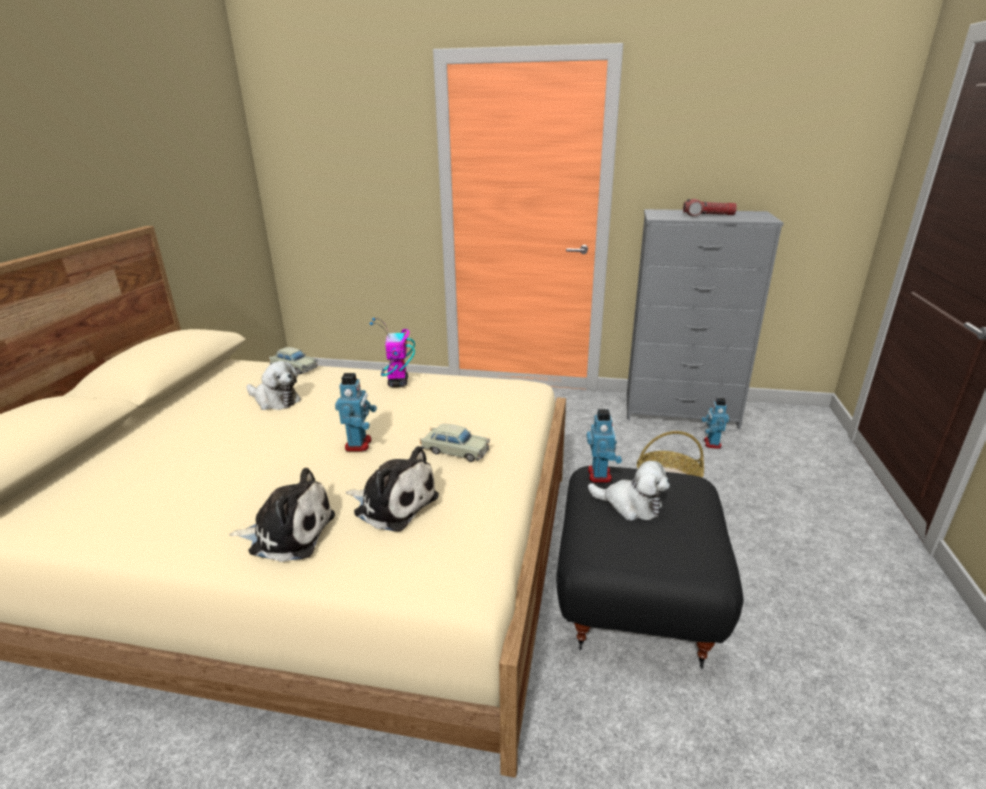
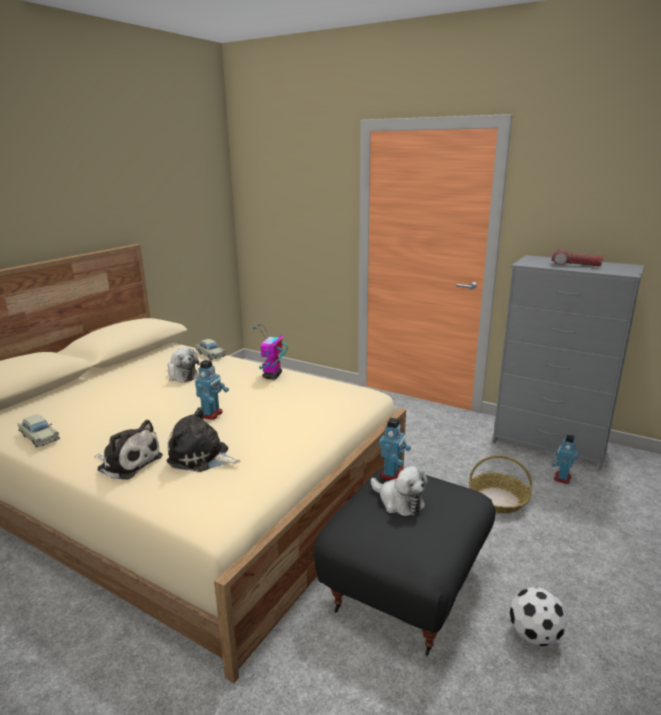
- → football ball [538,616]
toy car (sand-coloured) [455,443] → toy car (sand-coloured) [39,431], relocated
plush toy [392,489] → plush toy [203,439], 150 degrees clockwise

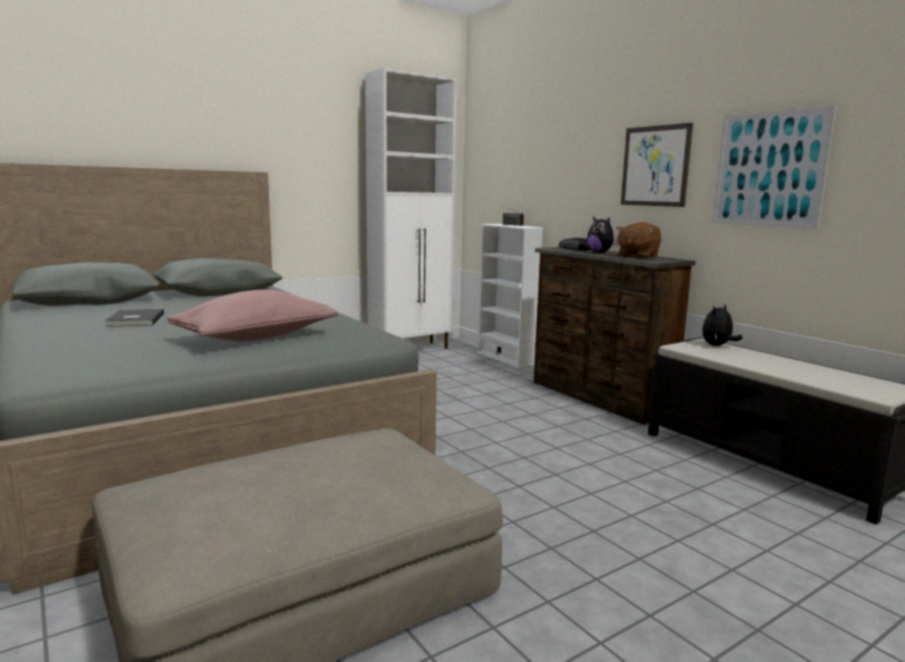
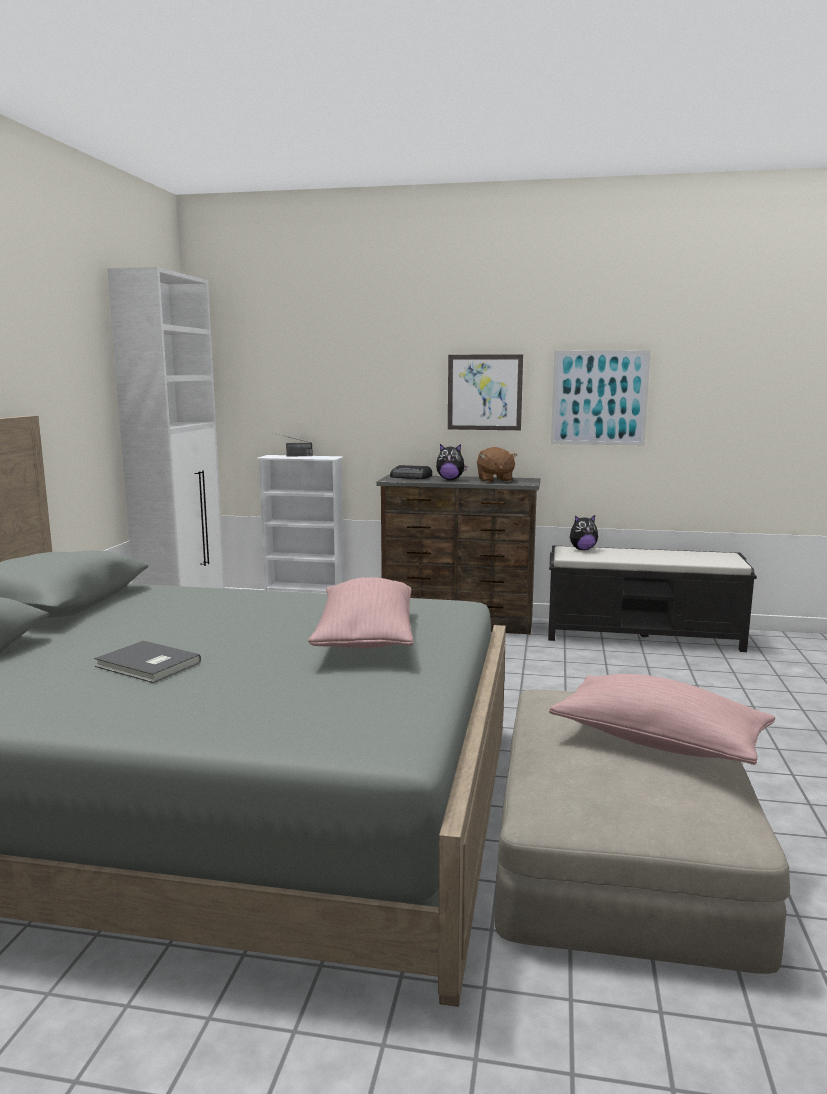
- → pillow (pink-coloured) [662,719]
plush toy [722,324] → plush toy [584,532], 105 degrees counterclockwise

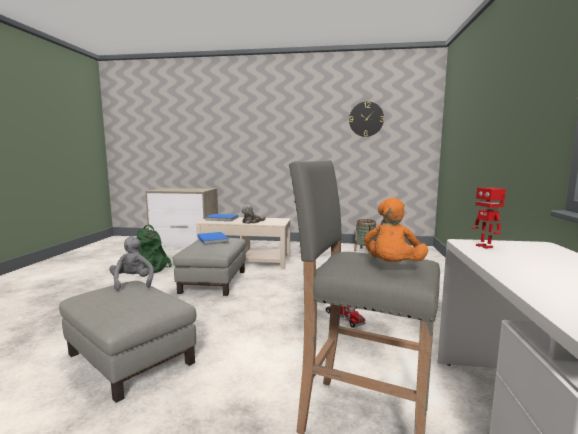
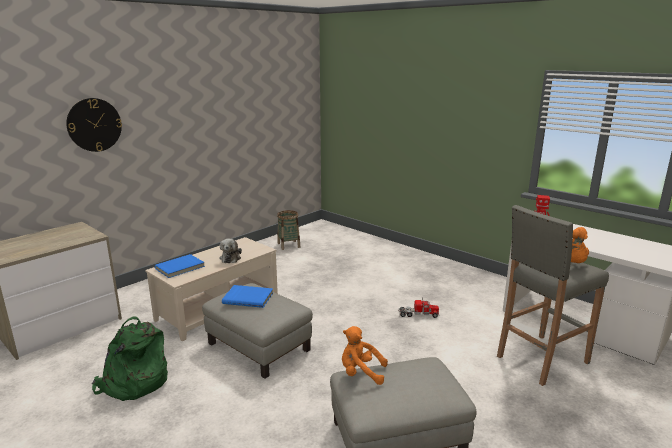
clock on the wall [366,119] → clock on the wall [94,125], relocated
plush toy (gray) [131,263] → plush toy (orangey) [365,355]

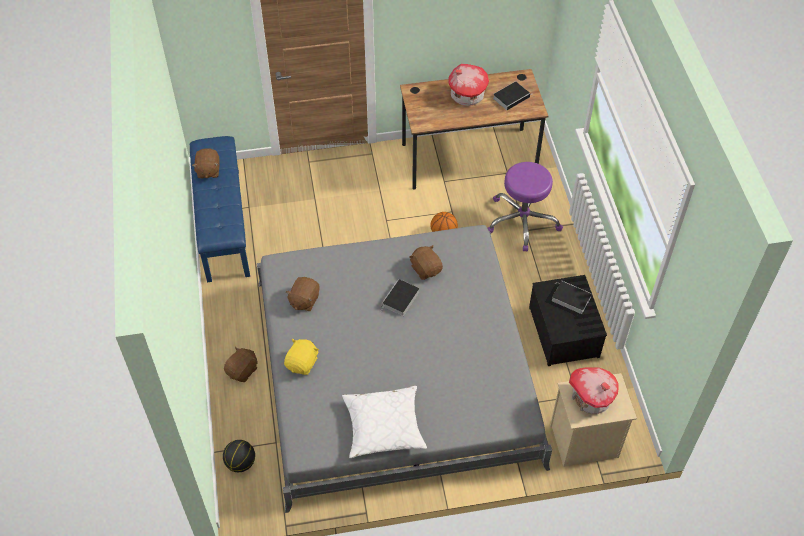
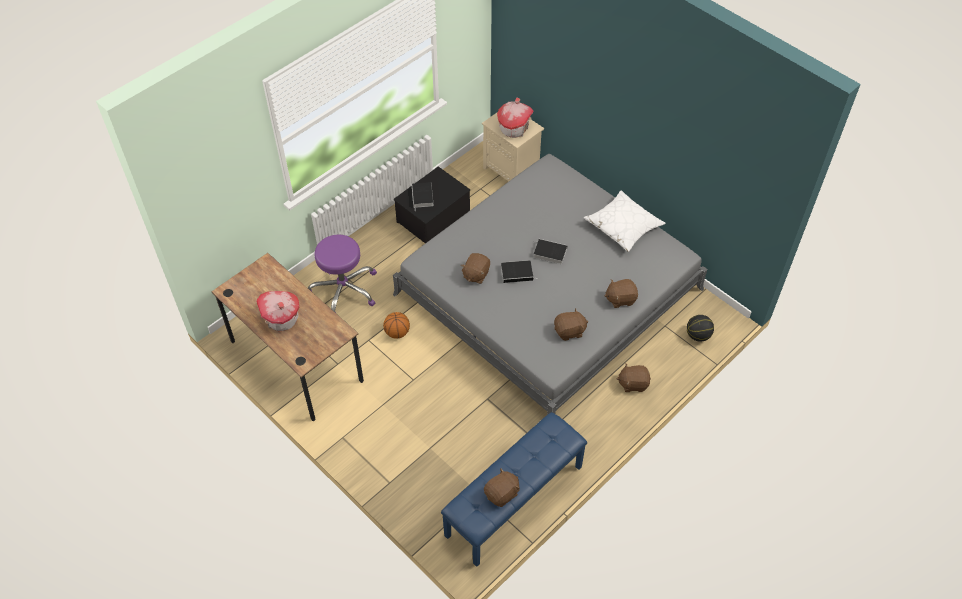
book [513,95] → book [550,251], relocated
plush toy (yellow) [301,357] → plush toy (brown-coloured) [621,293]

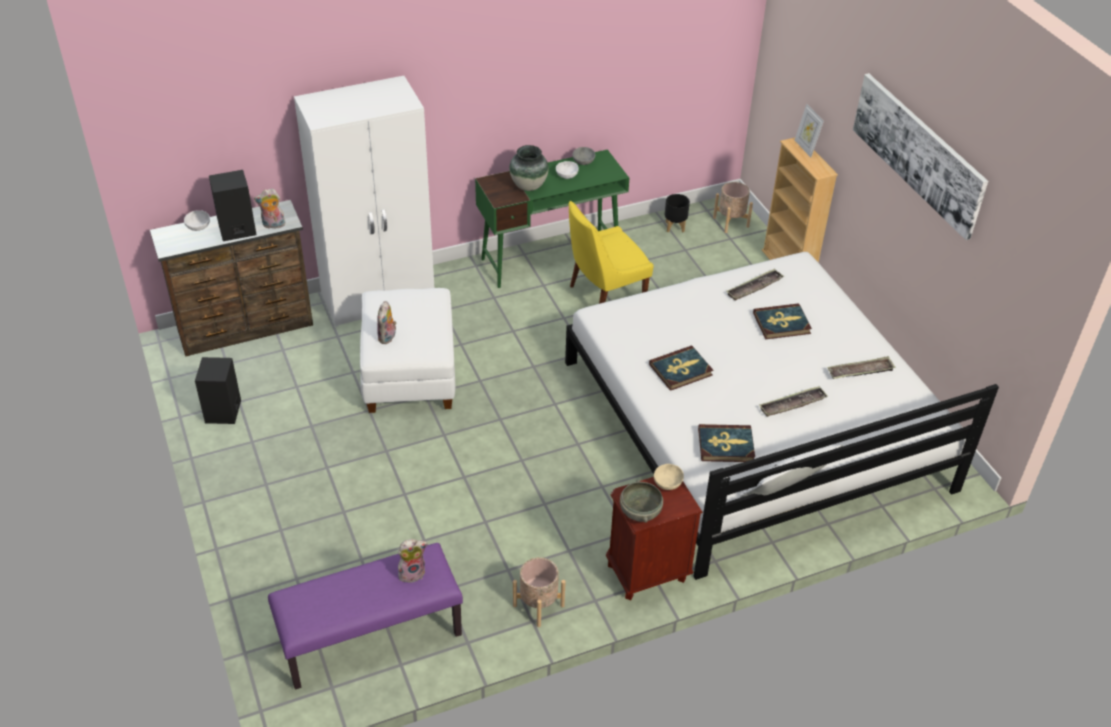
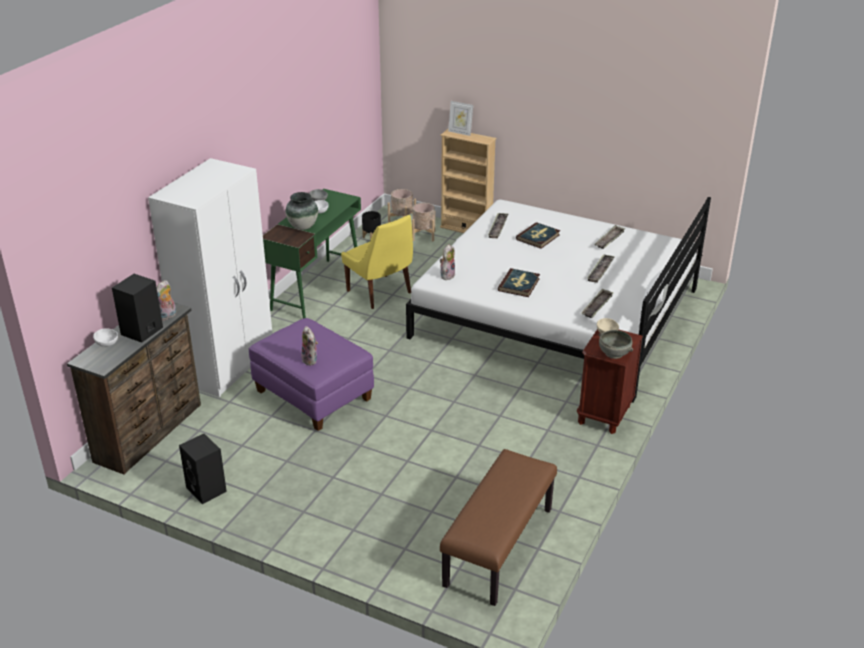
wall picture [920,156] → -
plush toy [413,560] → plush toy [447,262], relocated
flower pot (sand-coloured) [539,592] → flower pot (sand-coloured) [423,222], relocated
book [726,443] → carrying tray [597,303]
long seat (purple-coloured) [365,616] → long seat (brown-coloured) [498,527]
pouffe (white-coloured) [407,350] → pouffe (purple-coloured) [311,374]
chair (yellow) [611,252] → chair (yellow) [377,262], 60 degrees counterclockwise

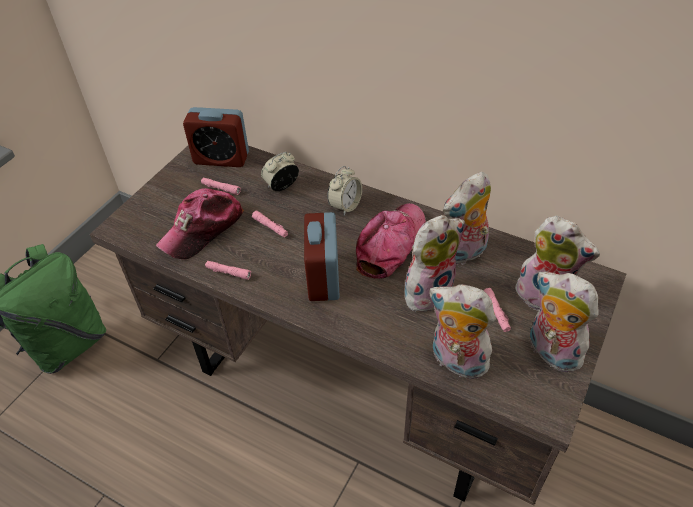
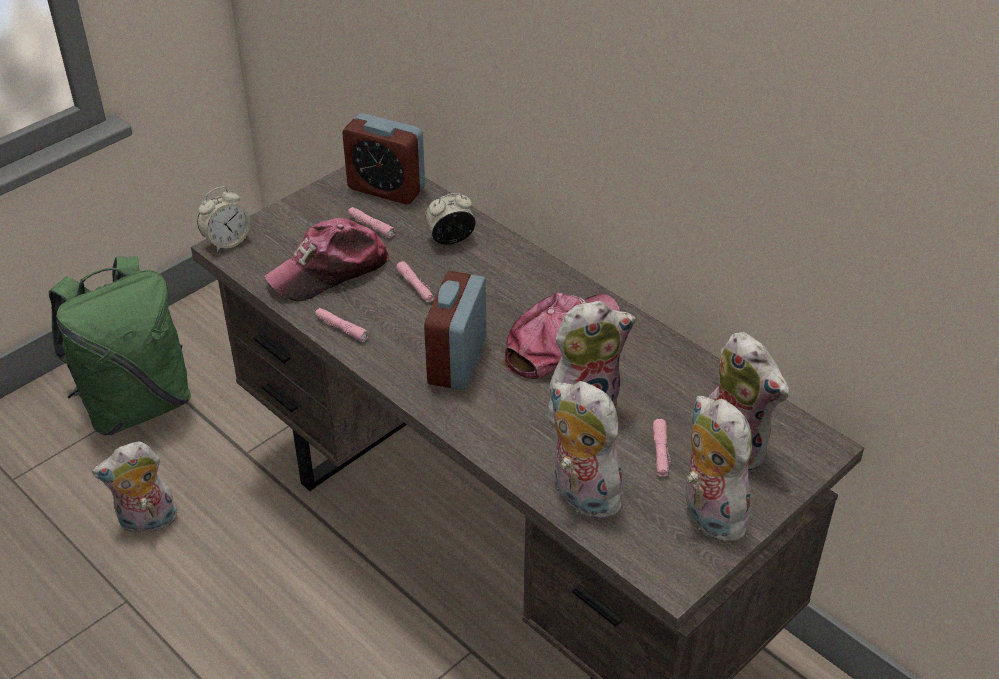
table clock [344,190] → table clock [223,219], relocated
plush toy [467,218] → plush toy [135,488], relocated

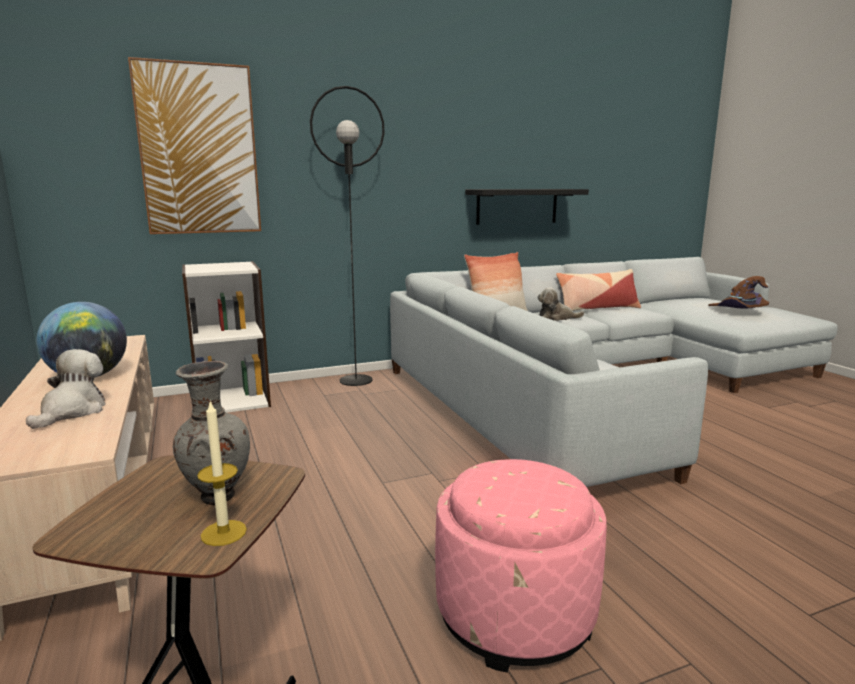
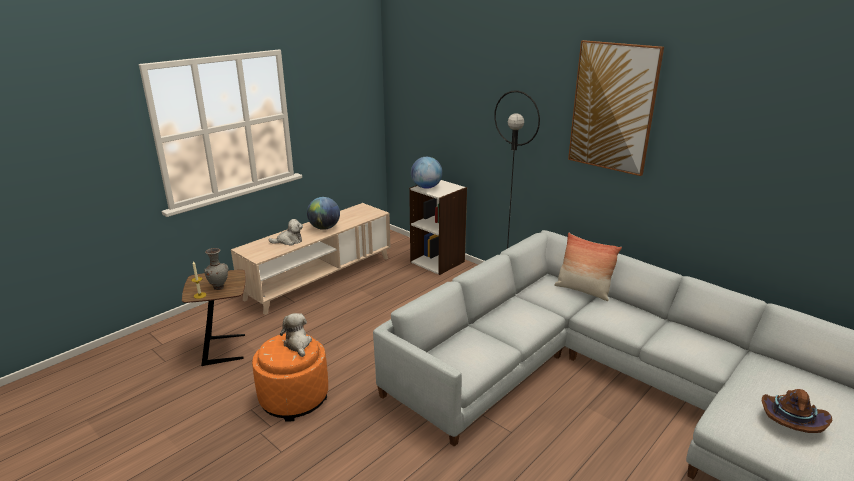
wall shelf (black) [527,207] → -
pillow [598,290] → -
- → world globe [427,173]
wall picture [194,145] → wall picture [616,108], relocated
plush toy [560,304] → plush toy [296,335], relocated
pouffe (pink-coloured) [521,566] → pouffe (orangey) [290,377]

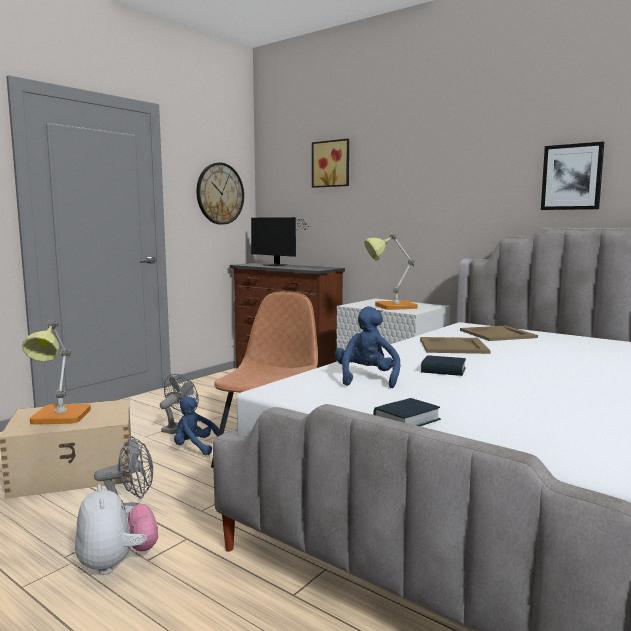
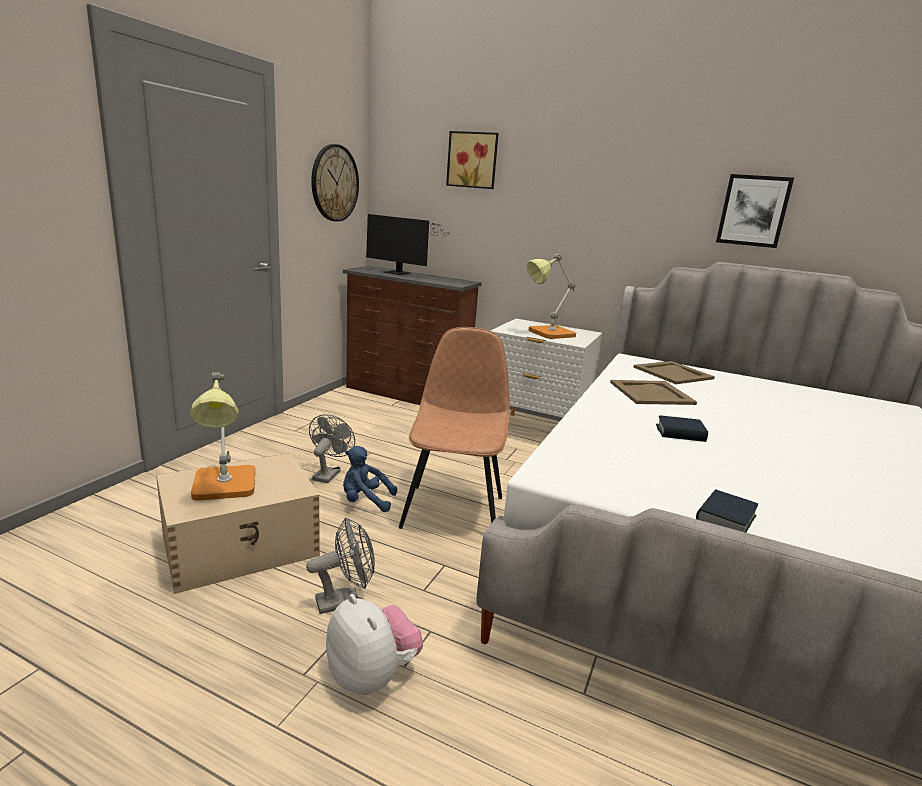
plush toy (blue-coloured) [367,347] → -

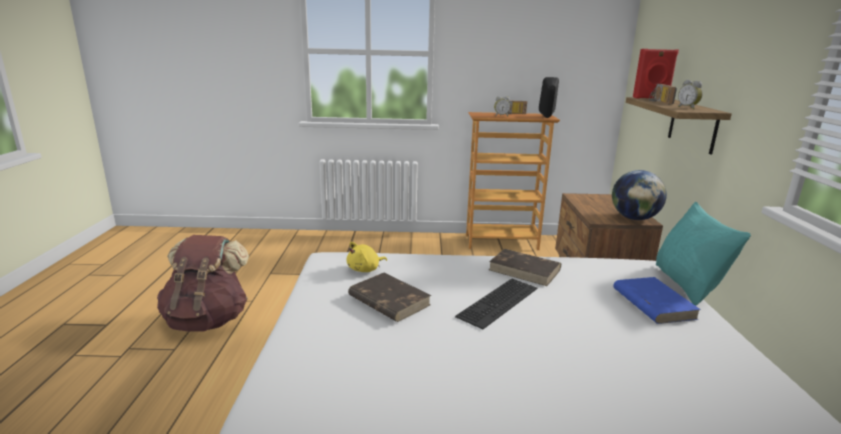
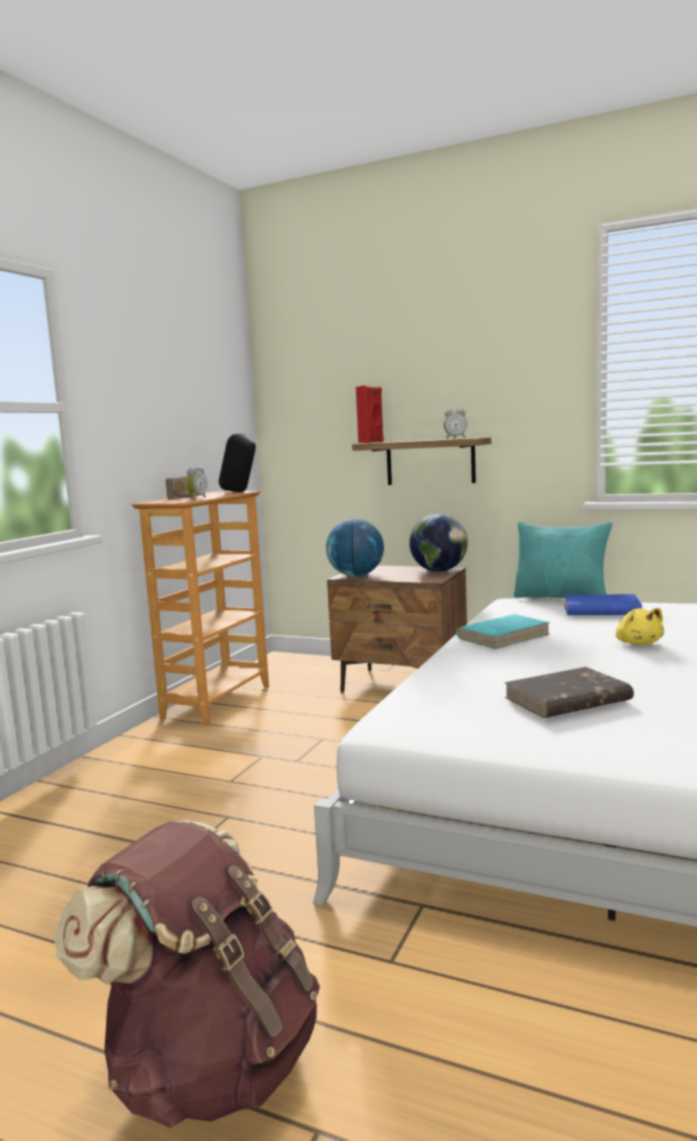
computer keyboard [496,303] → -
radio [663,94] → -
- → world globe [355,547]
plush toy (yellow) [367,257] → plush toy (yellow) [640,626], relocated
book (brown-coloured) [525,267] → book (blue-green) [503,631]

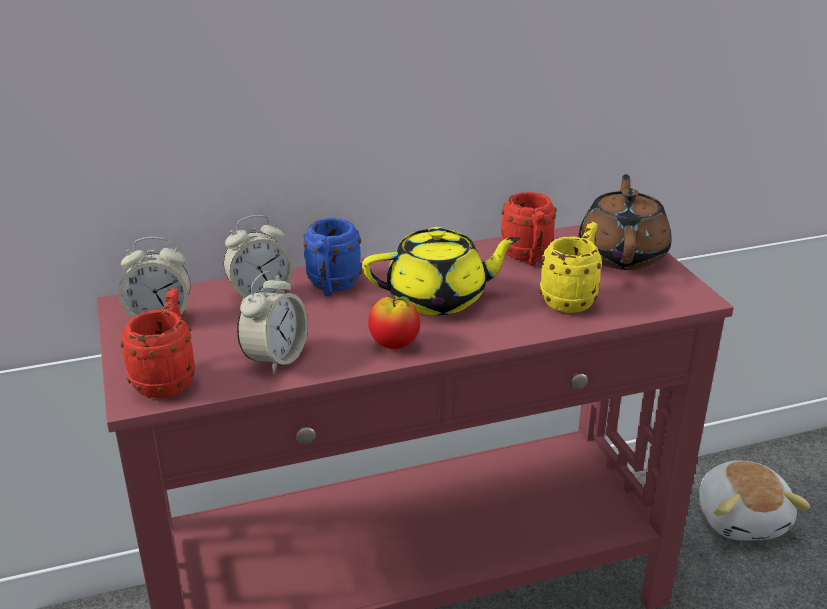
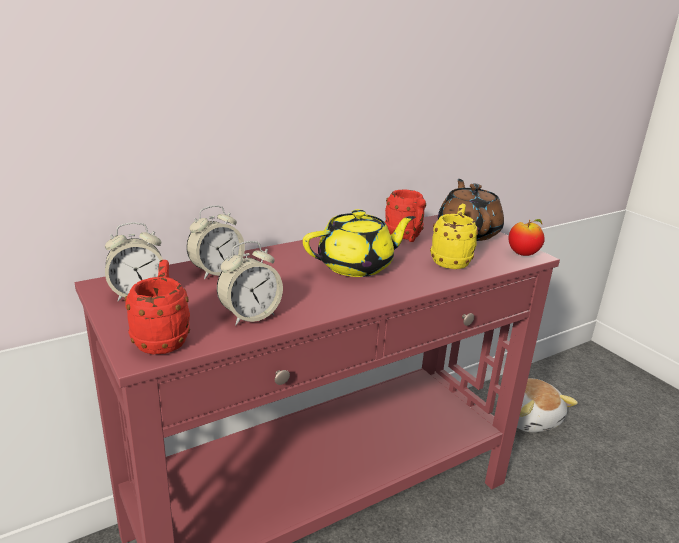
tea mug (blue-coloured) [332,257] → -
apple fruit [394,322] → apple fruit [527,237], relocated
table clock [272,322] → table clock [250,283], 45 degrees clockwise

